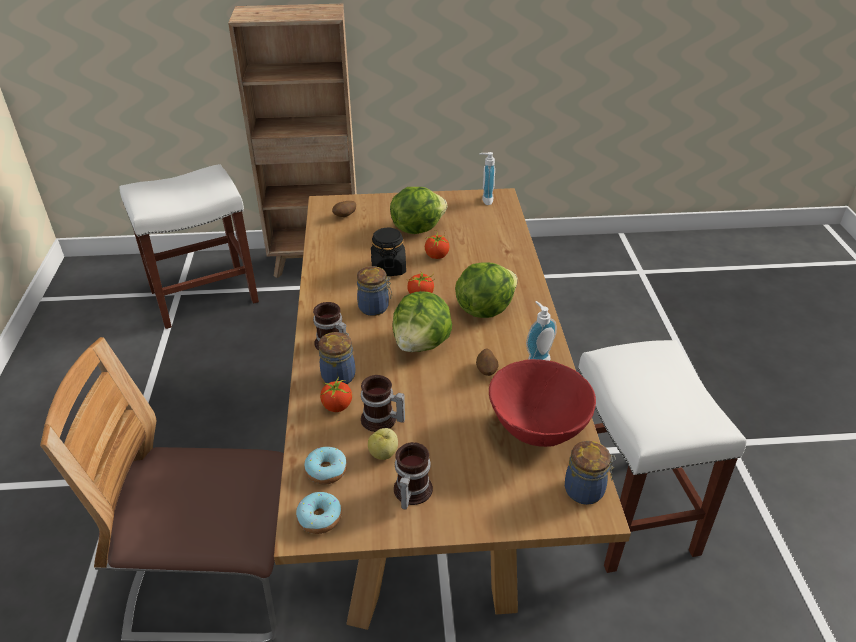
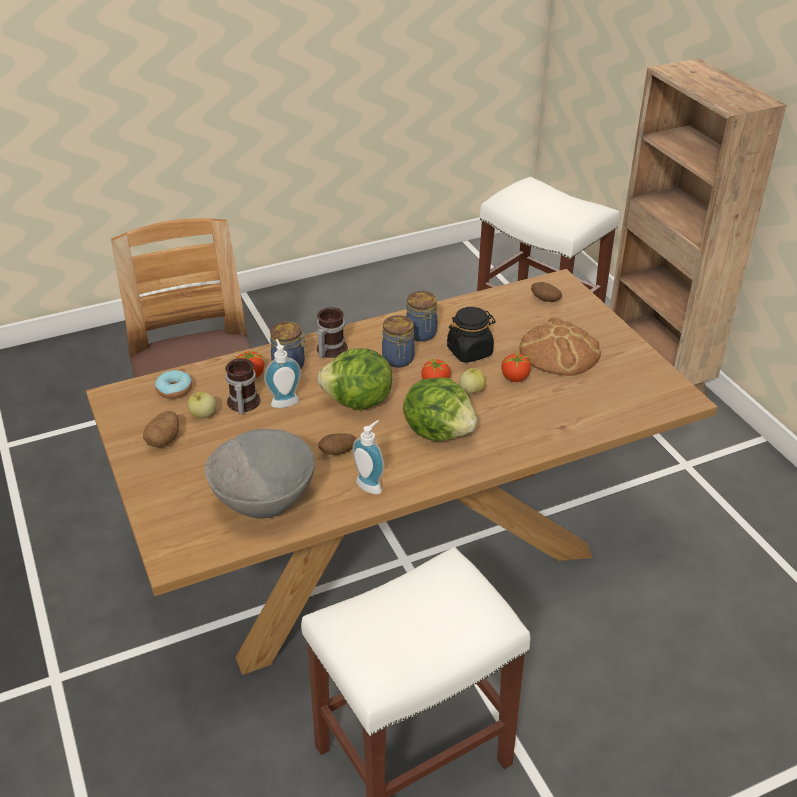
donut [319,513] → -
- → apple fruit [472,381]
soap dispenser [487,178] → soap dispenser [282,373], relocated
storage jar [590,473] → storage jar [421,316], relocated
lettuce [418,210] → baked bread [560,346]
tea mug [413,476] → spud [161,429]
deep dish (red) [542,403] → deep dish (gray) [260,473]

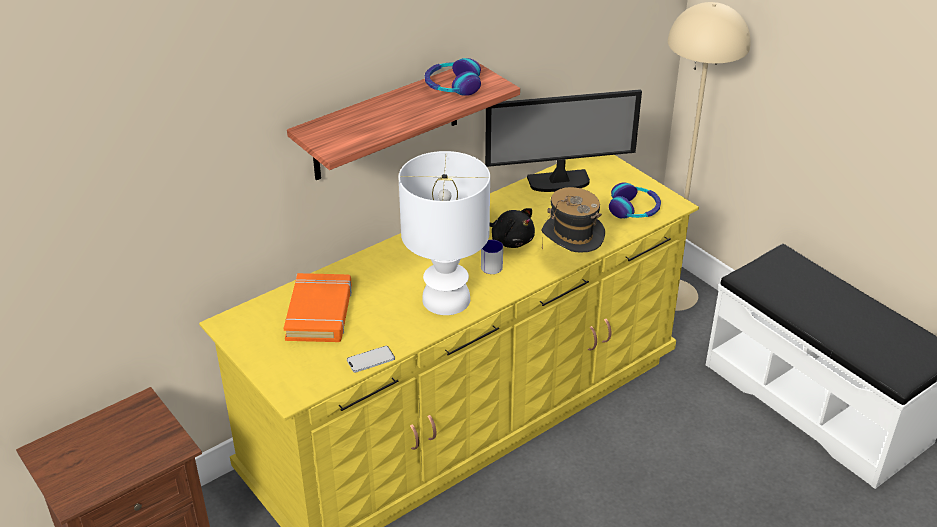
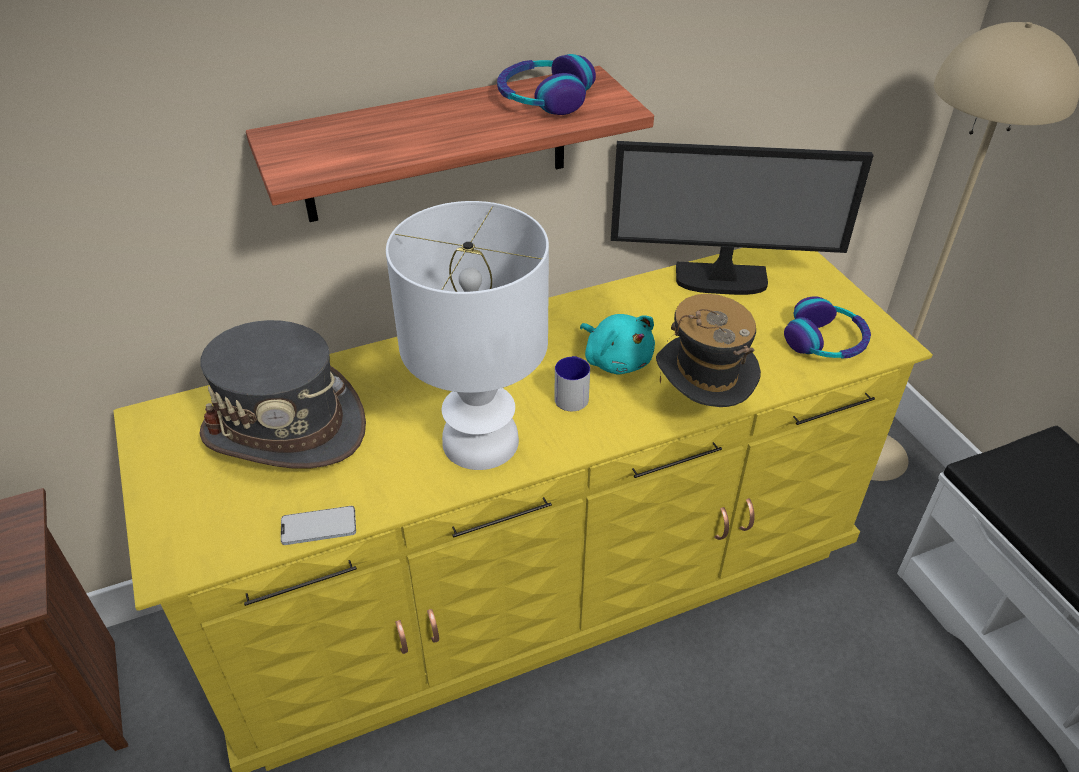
book (orangey) [317,307] → wearable hat (gray) [282,394]
plush toy (black) [512,228] → plush toy (blue-green) [617,344]

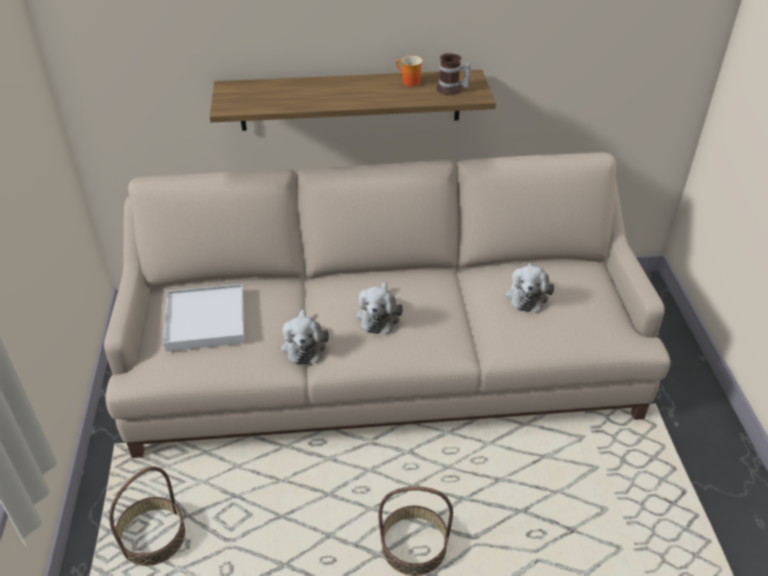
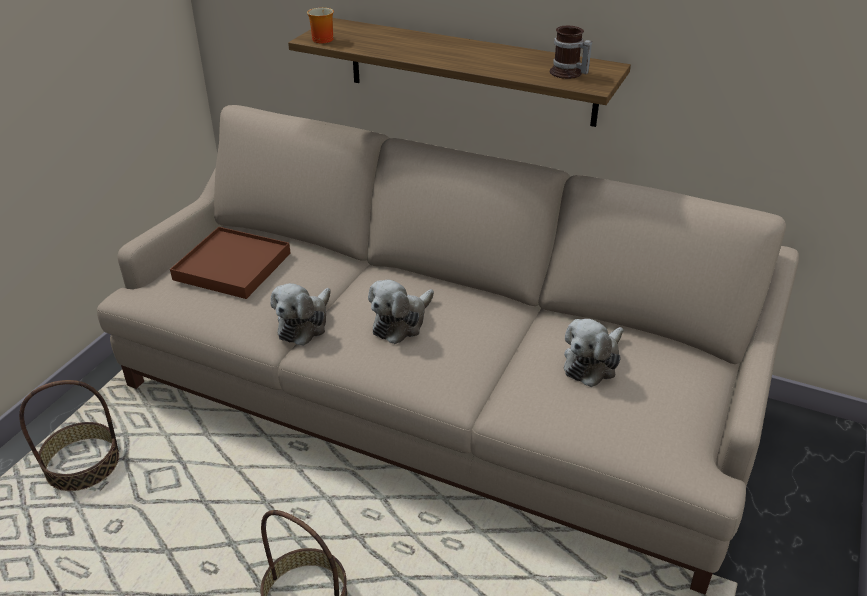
tea mug [409,71] → tea mug [320,25], relocated
carrying tray (white-coloured) [204,317] → carrying tray (brown-coloured) [230,263]

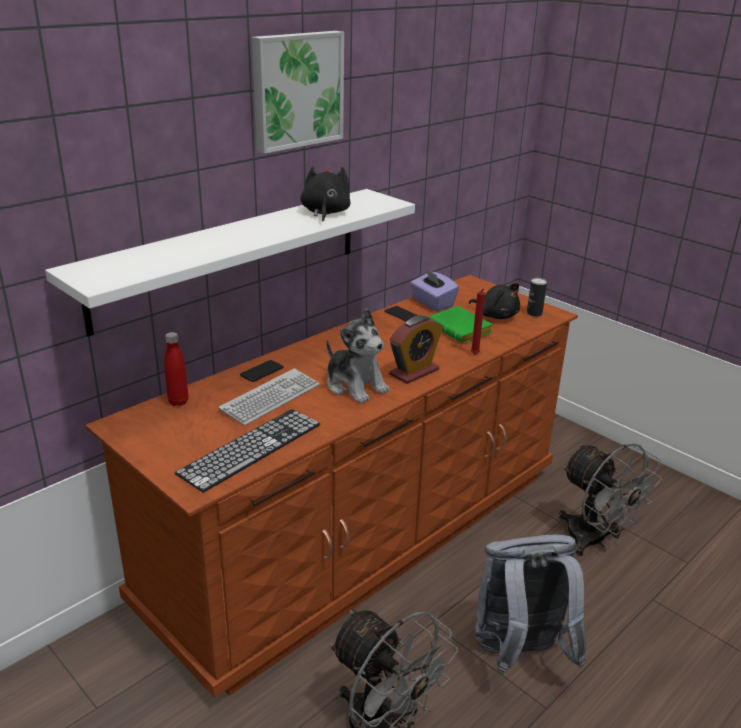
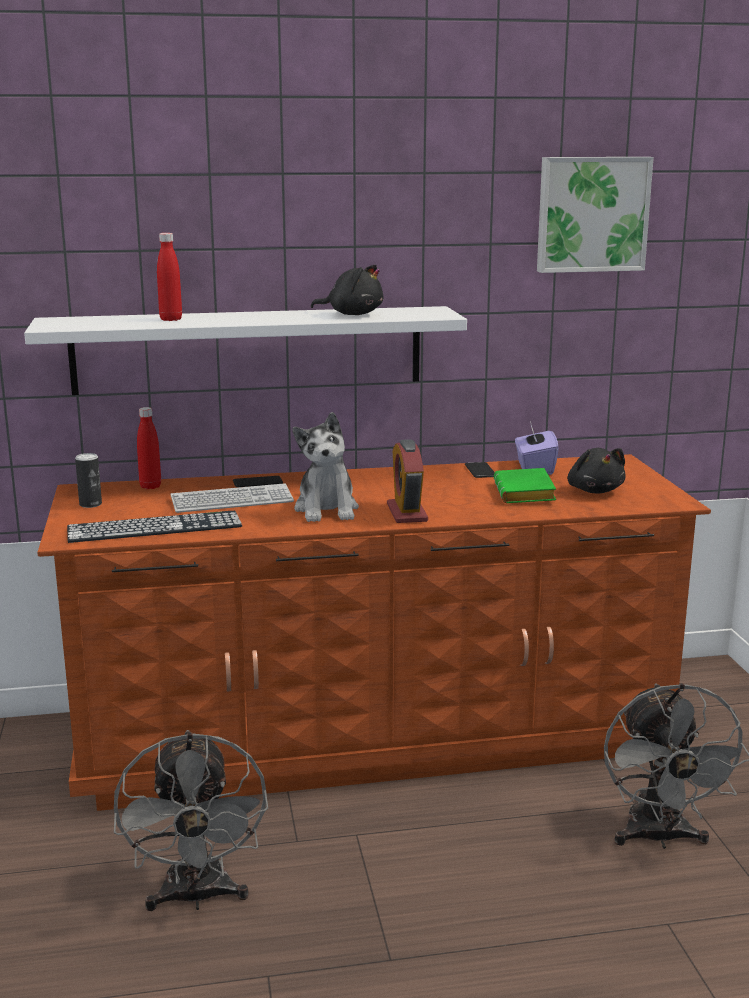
candle (red) [478,321] → -
backpack (gray) [530,605] → -
- → bottle (red) [169,277]
wall picture [298,92] → wall picture [595,215], relocated
can [537,297] → can [88,480], relocated
plush toy (black) [326,194] → plush toy (black) [347,290], 75 degrees clockwise
table clock [416,349] → table clock [407,481], 90 degrees clockwise

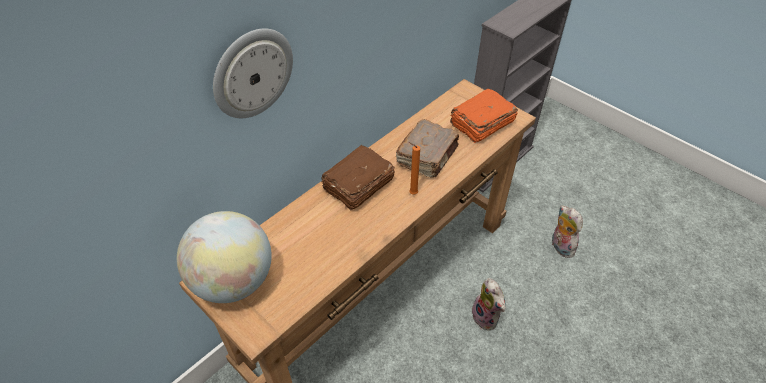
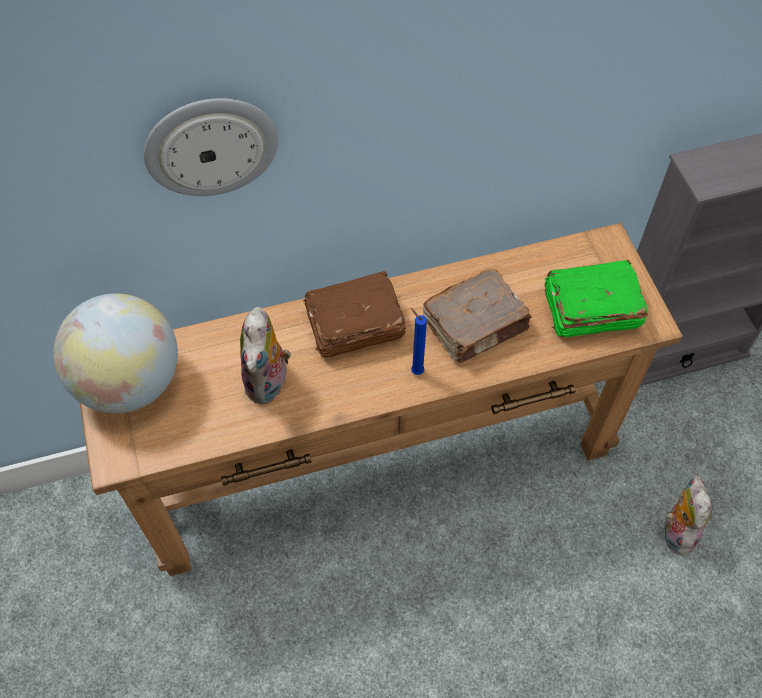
plush toy [489,304] → plush toy [265,355], relocated
candle (orangey) [414,168] → candle (blue-coloured) [419,341]
book (orangey) [484,116] → book (greenish) [596,298]

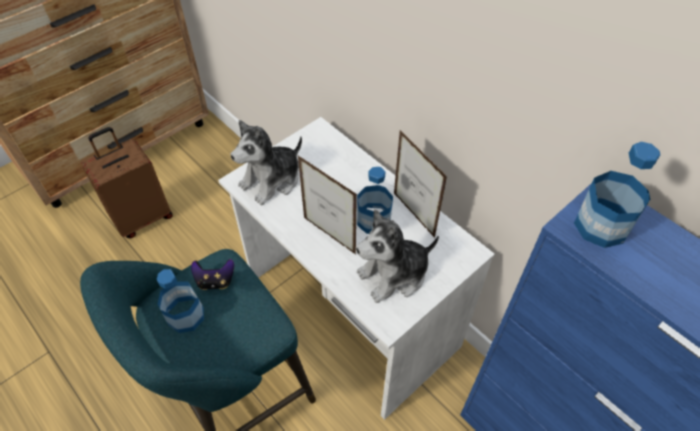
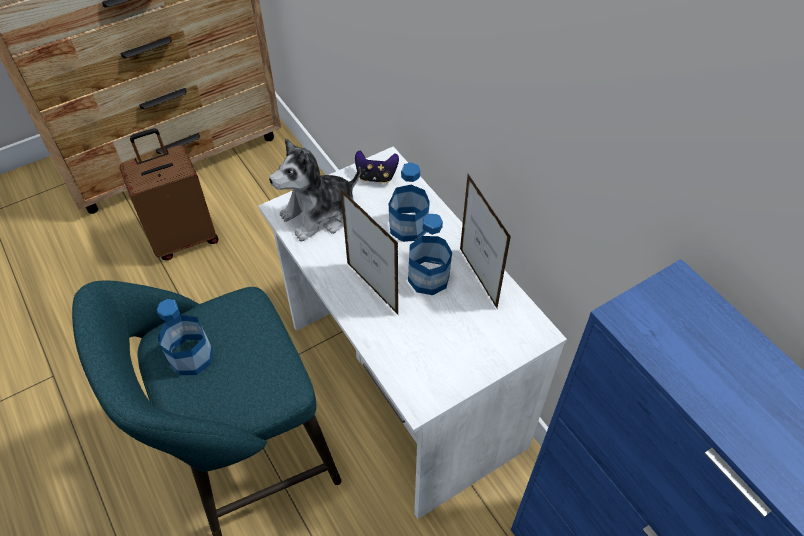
plush toy [397,256] → -
joypad [212,274] → joypad [377,167], relocated
bottle [617,195] → bottle [409,202], relocated

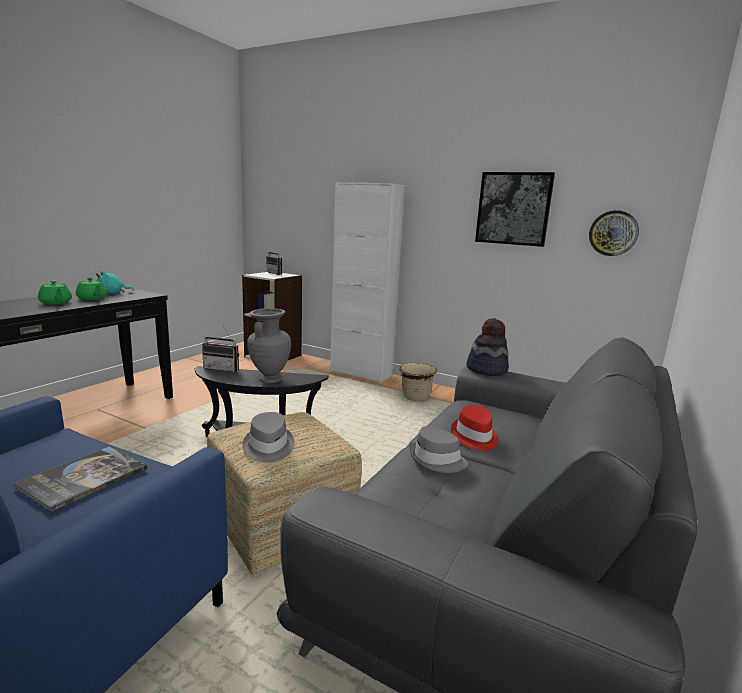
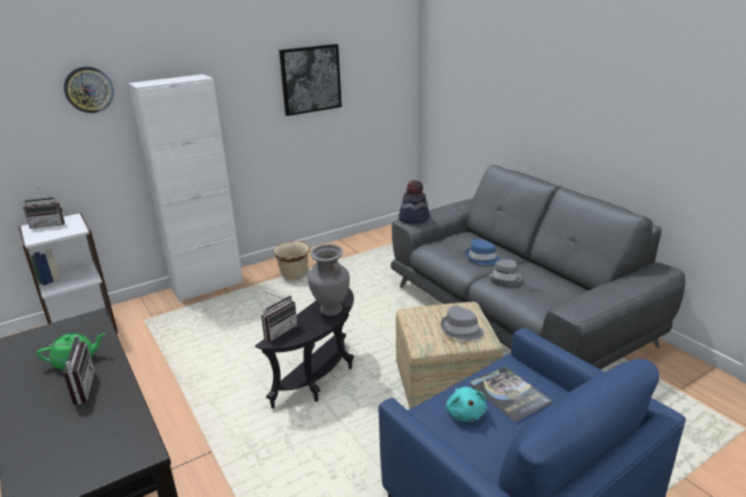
plush toy (blue-green) [115,282] → plush toy (blue-green) [466,404], relocated
clock on the wall [614,233] → clock on the wall [89,89], relocated
teapot (greenish) [55,292] → radio [71,370]
wearable hat (red) [475,427] → wearable hat (blue-coloured) [483,252]

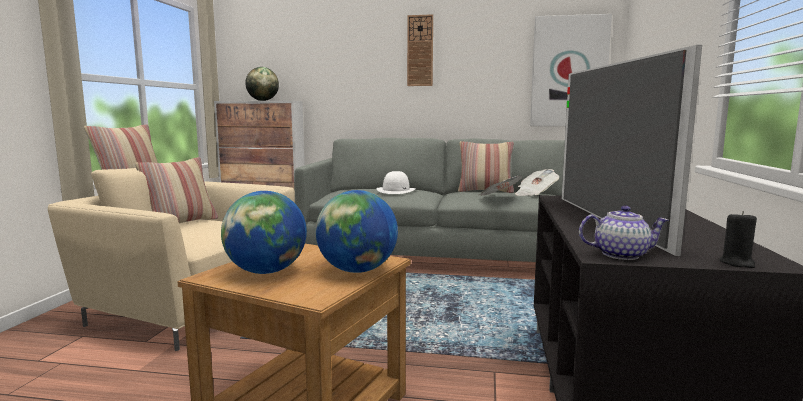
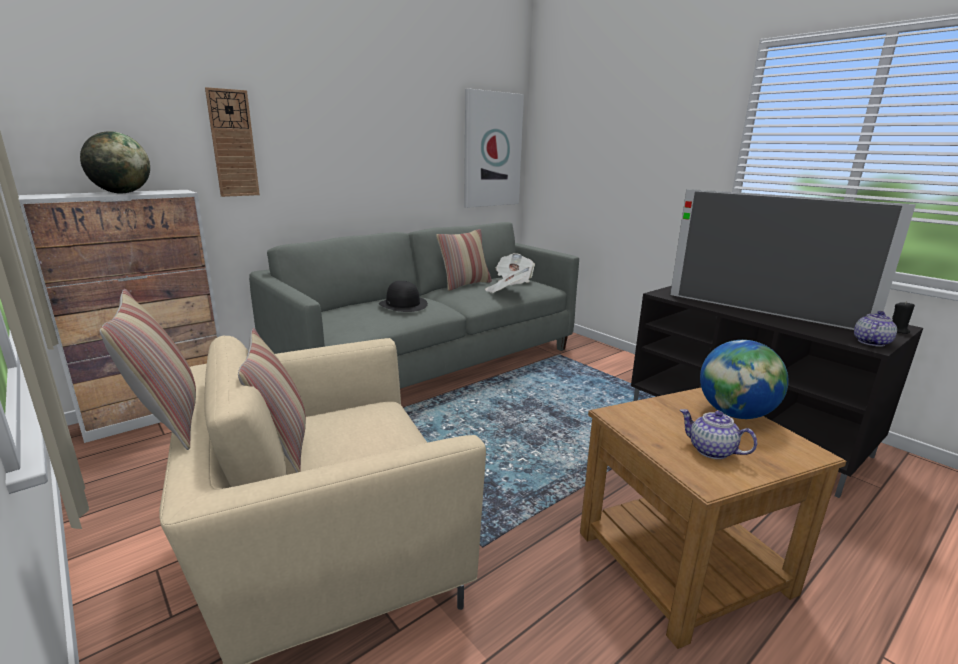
clock on the wall [420,50] → clock on the wall [232,142], relocated
world globe [264,232] → teapot [718,434]
wearable hat (white-coloured) [396,182] → wearable hat (black) [403,296]

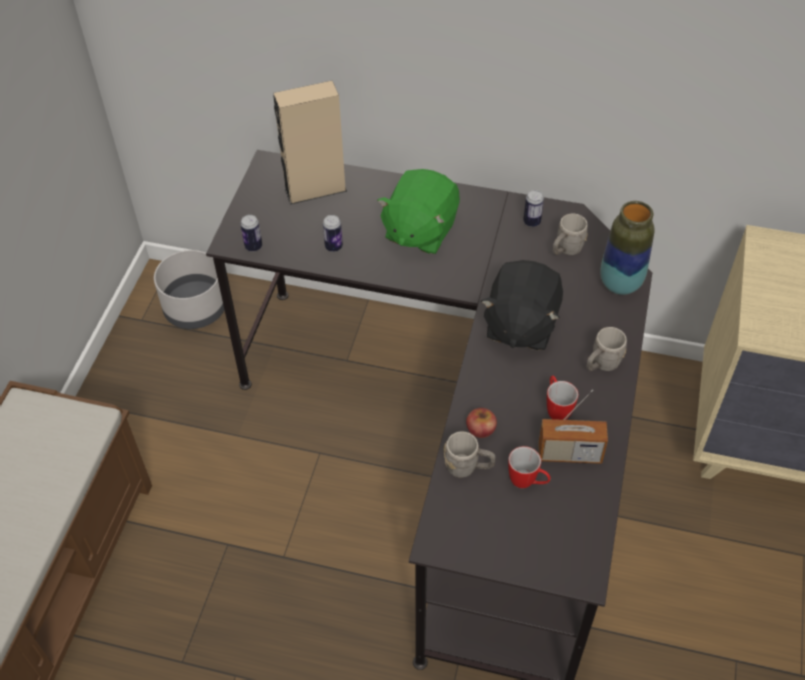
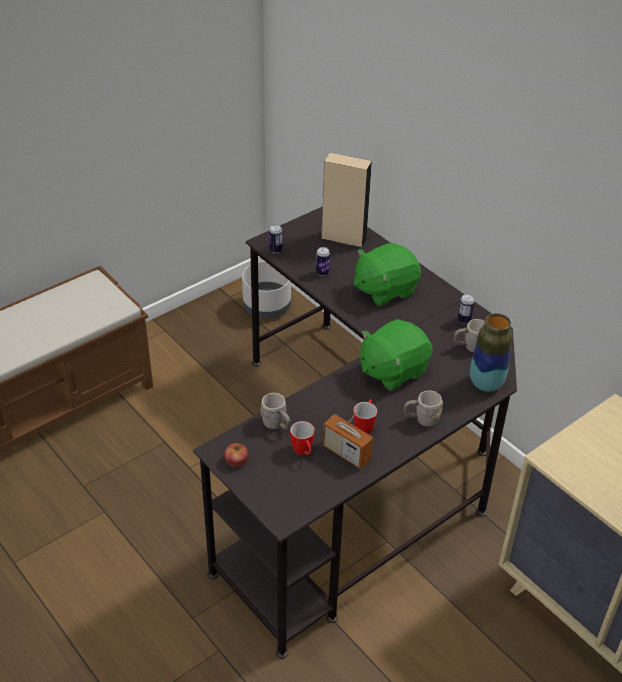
apple fruit [481,423] → apple fruit [236,455], relocated
plush toy (black) [522,305] → plush toy (greenish) [396,355]

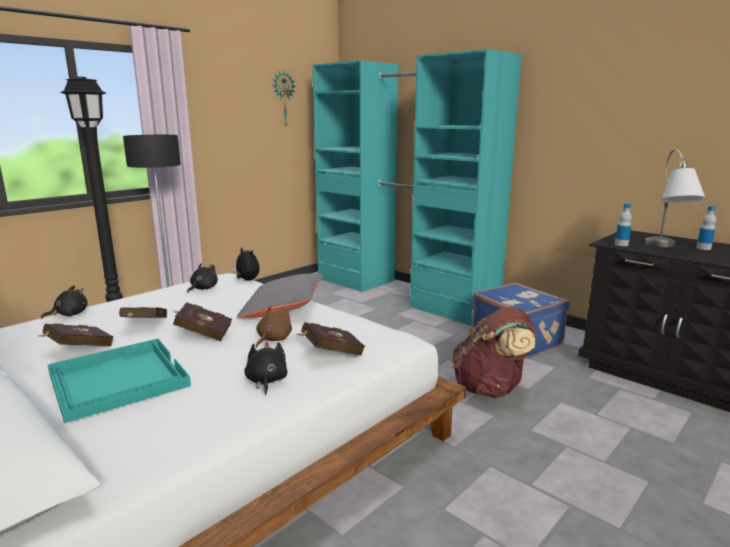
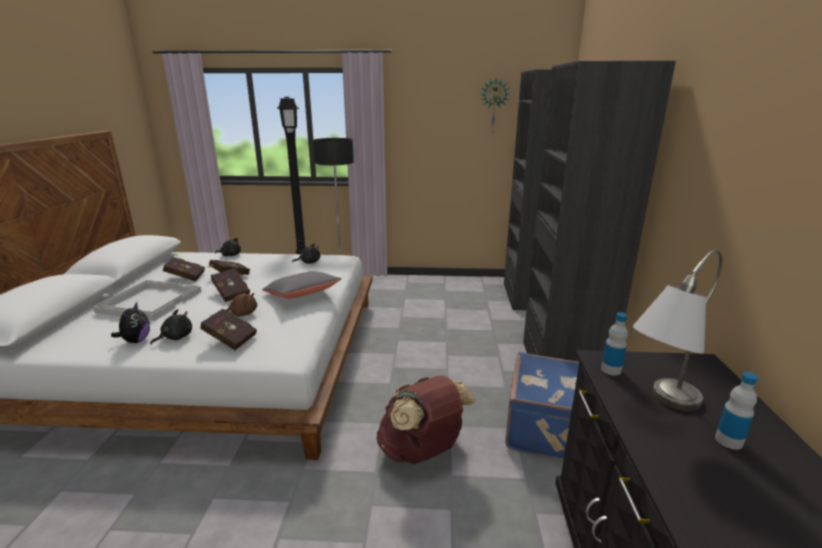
plush toy [246,263] → plush toy [130,322], relocated
carrying tray (blue-green) [119,380] → carrying tray (white-coloured) [147,300]
clothes cupboard (blue-green) [417,187] → clothes cupboard (black) [590,211]

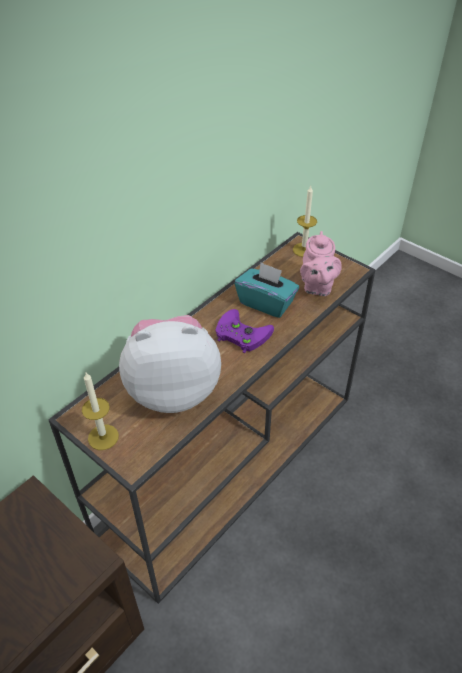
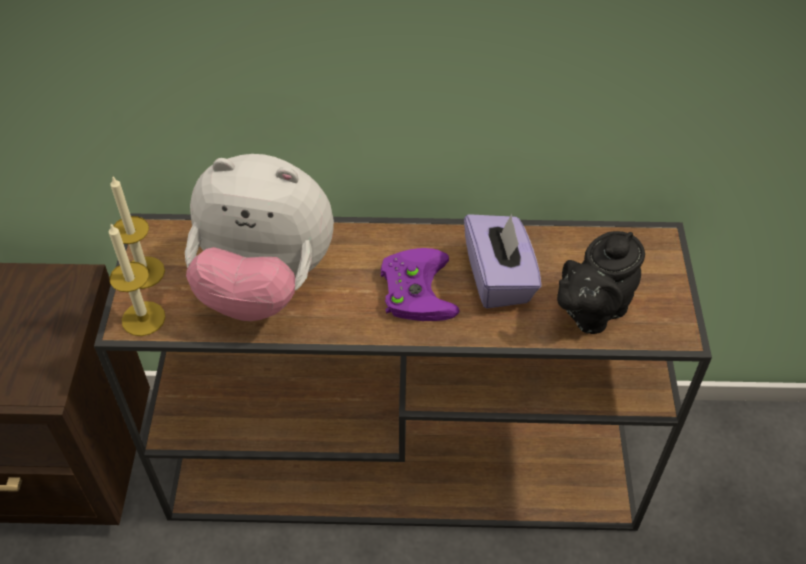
candle [305,221] → candle [137,280], relocated
box of tissues (blue-green) [267,290] → box of tissues (purple-coloured) [502,261]
teapot (pink-coloured) [321,263] → teapot (black) [601,282]
plush toy [170,364] → plush toy [259,237], 150 degrees clockwise

